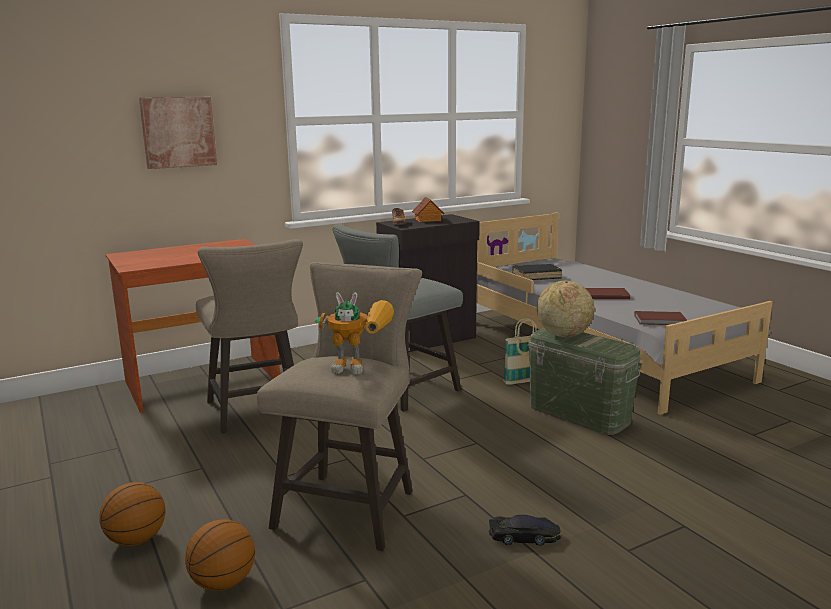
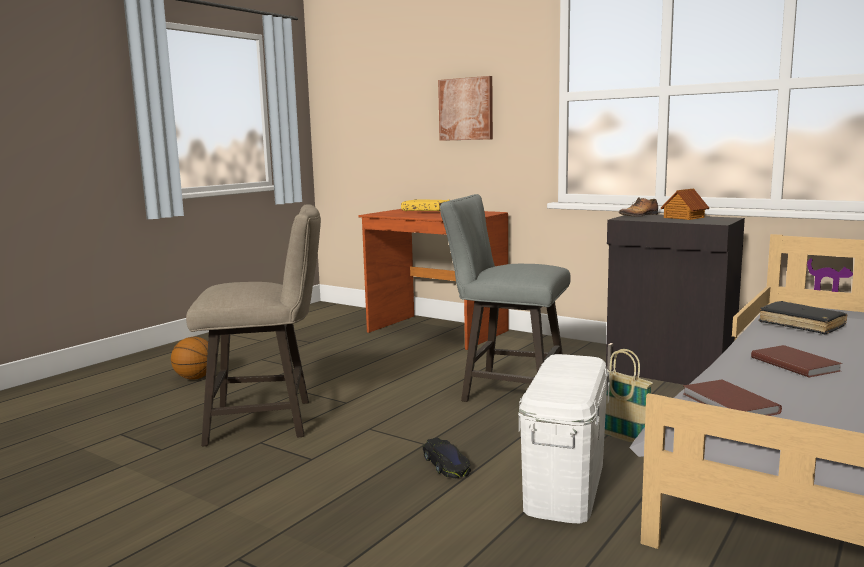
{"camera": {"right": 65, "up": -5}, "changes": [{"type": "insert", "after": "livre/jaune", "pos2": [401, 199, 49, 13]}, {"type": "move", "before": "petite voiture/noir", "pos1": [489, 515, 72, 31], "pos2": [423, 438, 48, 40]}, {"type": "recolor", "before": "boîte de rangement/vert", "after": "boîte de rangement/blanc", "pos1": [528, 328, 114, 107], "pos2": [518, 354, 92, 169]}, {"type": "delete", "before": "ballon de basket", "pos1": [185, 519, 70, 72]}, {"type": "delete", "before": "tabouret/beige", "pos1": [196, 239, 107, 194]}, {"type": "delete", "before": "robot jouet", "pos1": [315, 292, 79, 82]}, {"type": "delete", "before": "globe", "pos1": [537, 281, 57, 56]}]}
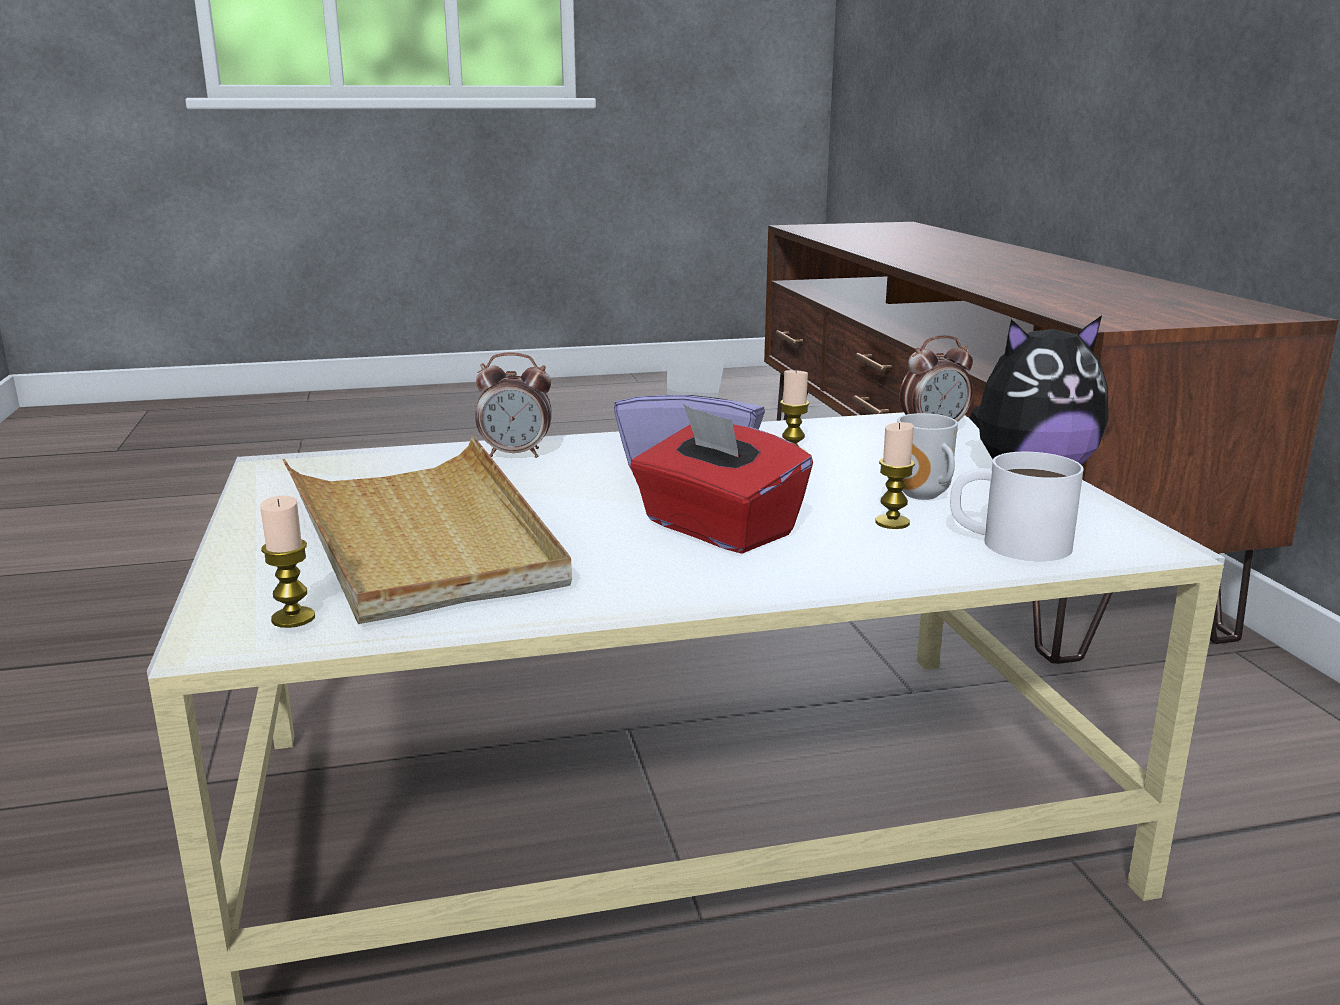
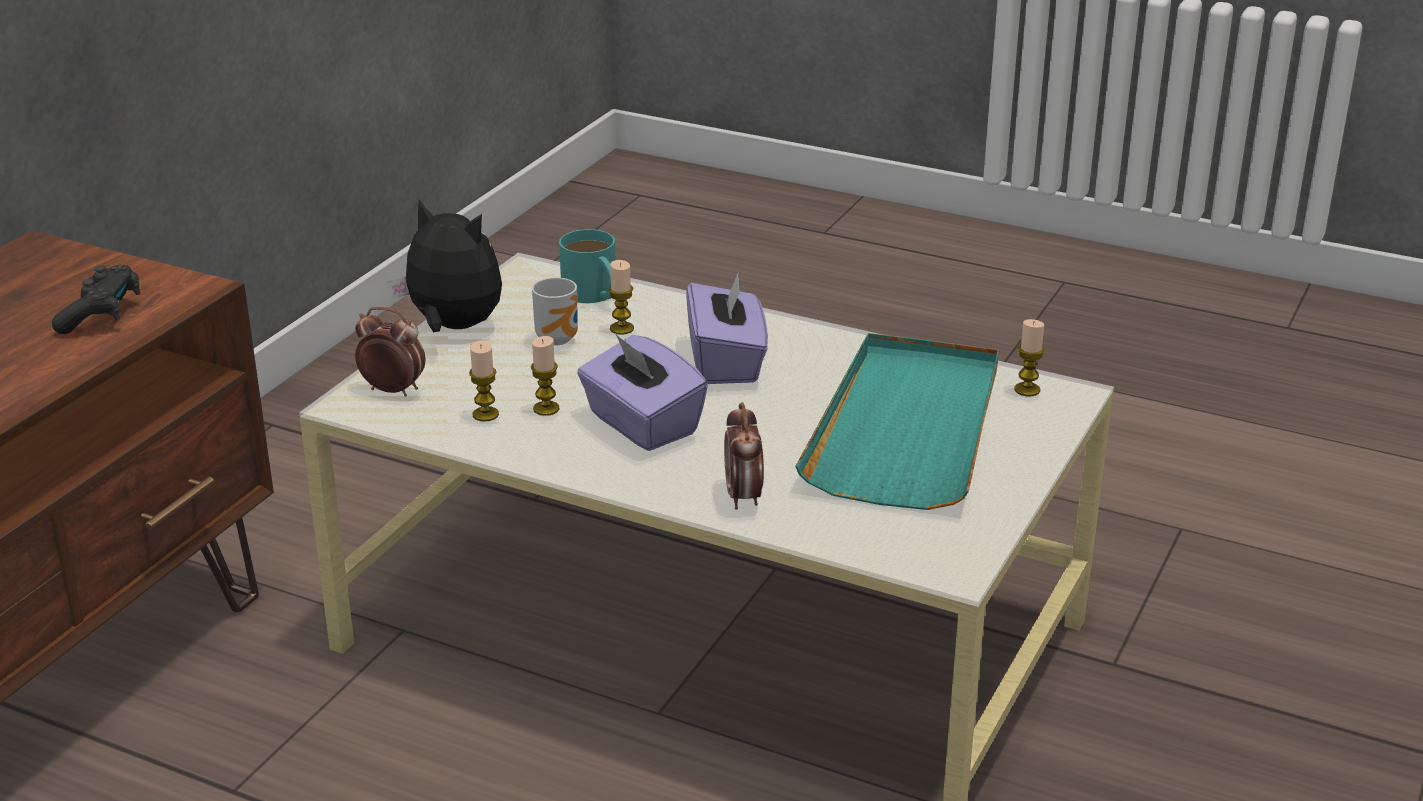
{"camera": {"right": -140, "up": 10}, "changes": [{"type": "insert", "after": "manette/noir", "pos2": [52, 264, 88, 70]}, {"type": "insert", "after": "bougie", "pos2": [469, 341, 30, 81]}, {"type": "recolor", "before": "mug/blanc", "after": "mug/turquoise", "pos1": [950, 452, 133, 109], "pos2": [559, 229, 56, 74]}, {"type": "recolor", "before": "boîte à mouchoirs/rouge", "after": "boîte à mouchoirs/violet", "pos1": [630, 404, 183, 150], "pos2": [686, 271, 82, 113]}, {"type": "rotate", "before": "réveil", "pos1": [475, 353, 76, 105], "pos2": [724, 402, 40, 108], "turn": -135}, {"type": "recolor", "before": "plateau/beige", "after": "plateau/turquoise", "pos1": [282, 436, 290, 188], "pos2": [795, 333, 204, 177]}]}
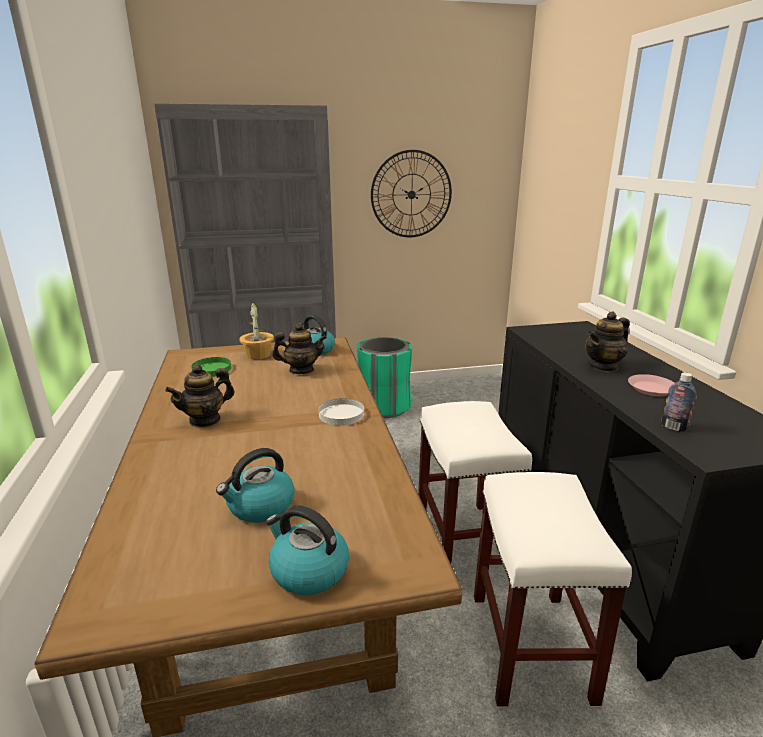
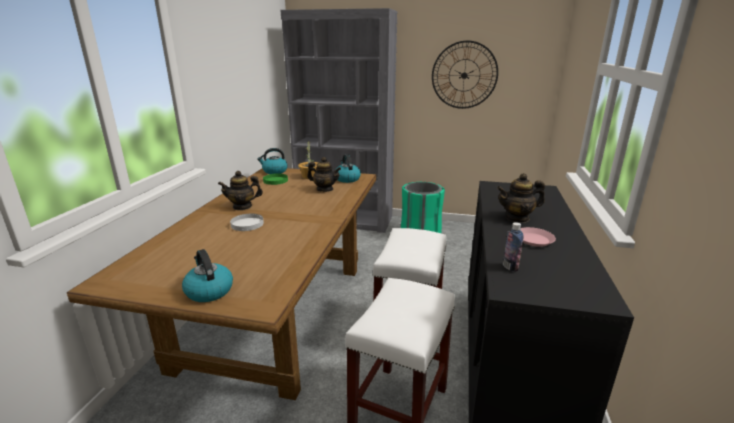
{"camera": {"right": 25, "up": 0}, "changes": [{"type": "move", "before": "assiette/blanc", "pos1": [319, 398, 45, 28], "pos2": [230, 214, 34, 17]}, {"type": "move", "before": "bouilloire", "pos1": [216, 448, 78, 75], "pos2": [257, 148, 31, 26]}]}
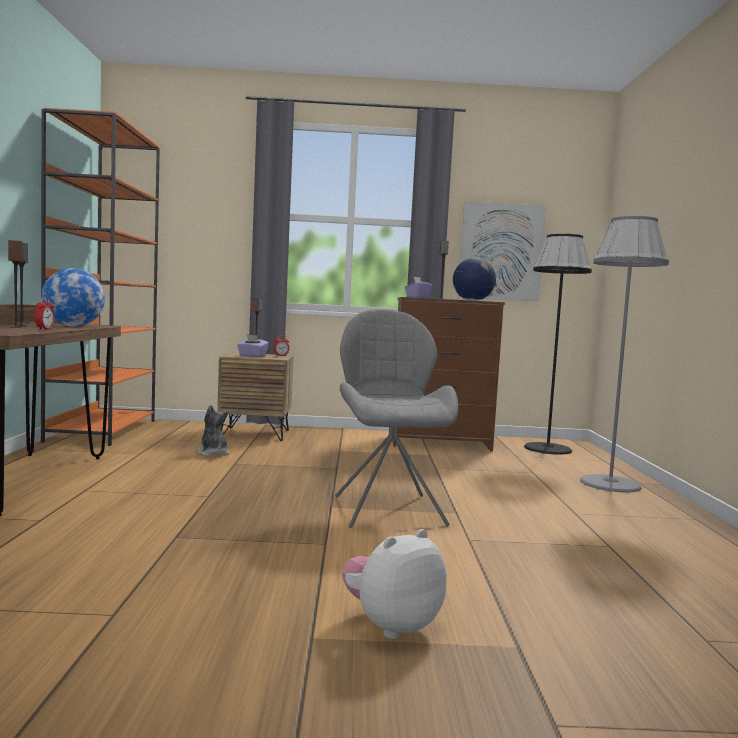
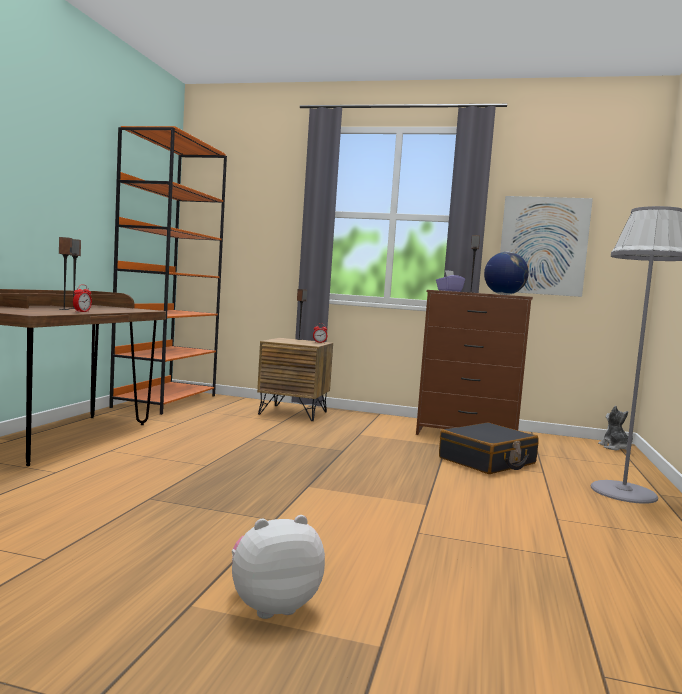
{"camera": {"right": 15, "up": 0}, "changes": [{"type": "insert", "after": "valise/noir", "pos2": [439, 423, 99, 51]}, {"type": "move", "before": "peluche", "pos1": [198, 404, 31, 53], "pos2": [598, 406, 35, 44]}, {"type": "delete", "before": "globe", "pos1": [42, 268, 63, 59]}, {"type": "delete", "before": "boîte à mouchoirs/violet", "pos1": [237, 334, 32, 23]}, {"type": "delete", "before": "chaise/gris", "pos1": [335, 309, 123, 219]}, {"type": "delete", "before": "lampadaire/noir", "pos1": [524, 234, 68, 220]}]}
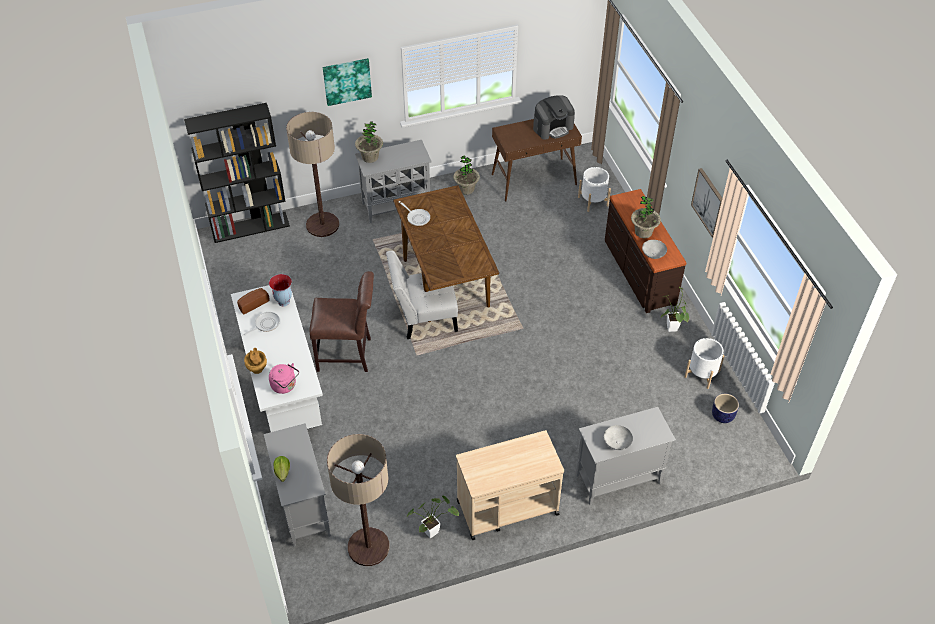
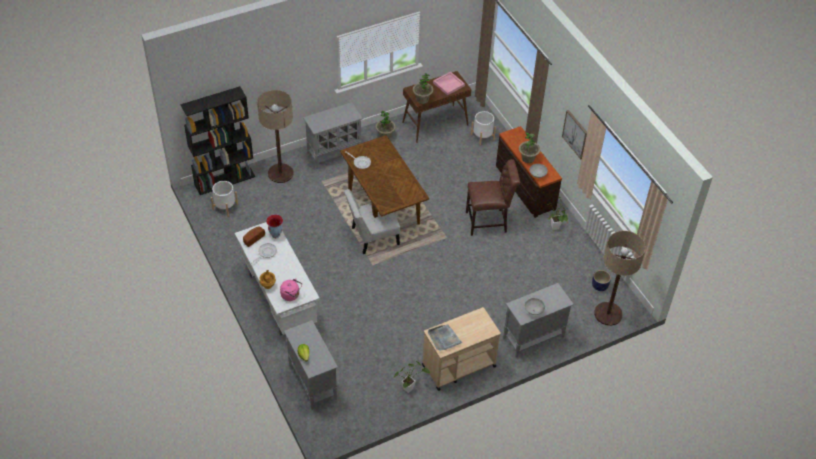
{"camera": {"right": -10, "up": 0}, "changes": [{"type": "move", "before": "cache-pot/blanc", "pos1": [685, 338, 39, 51], "pos2": [211, 181, 27, 36]}, {"type": "move", "before": "plante en pot", "pos1": [355, 121, 28, 42], "pos2": [413, 73, 20, 31]}, {"type": "insert", "after": "plateau/gris", "pos2": [428, 324, 34, 27]}, {"type": "replace", "before": "machine à café", "after": "plateau/rose", "pos1": [533, 95, 42, 45], "pos2": [433, 72, 32, 23]}, {"type": "move", "before": "chaise/marron", "pos1": [310, 271, 64, 101], "pos2": [466, 159, 54, 77]}, {"type": "move", "before": "lampadaire", "pos1": [327, 434, 62, 132], "pos2": [594, 231, 52, 95]}, {"type": "delete", "before": "tableau", "pos1": [323, 58, 49, 48]}]}
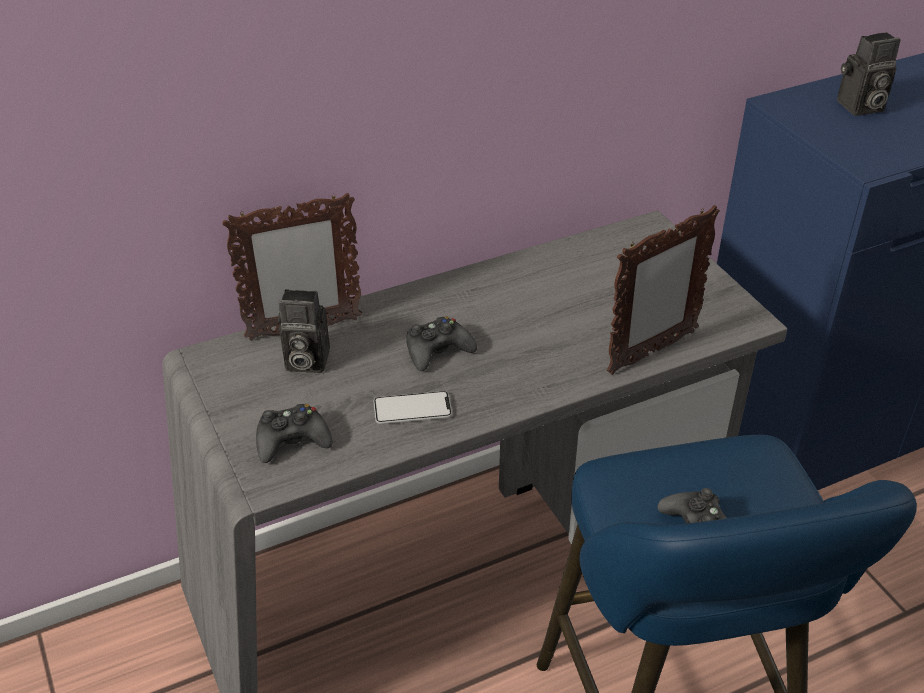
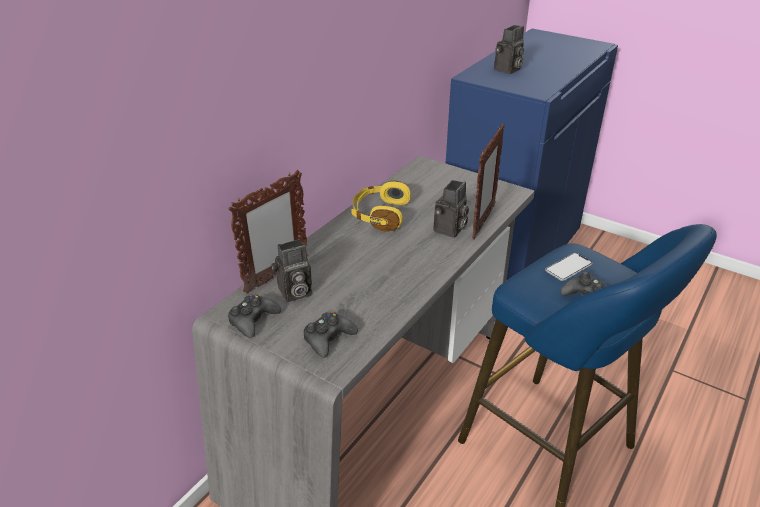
{"camera": {"right": -30, "up": -5}, "changes": [{"type": "move", "before": "manette/noir", "pos1": [406, 316, 71, 55], "pos2": [228, 294, 53, 44]}, {"type": "insert", "after": "casque audio/jaune", "pos2": [351, 181, 60, 50]}, {"type": "insert", "after": "appareil photo", "pos2": [433, 180, 36, 58]}, {"type": "move", "before": "téléphone", "pos1": [373, 391, 79, 33], "pos2": [545, 253, 48, 28]}]}
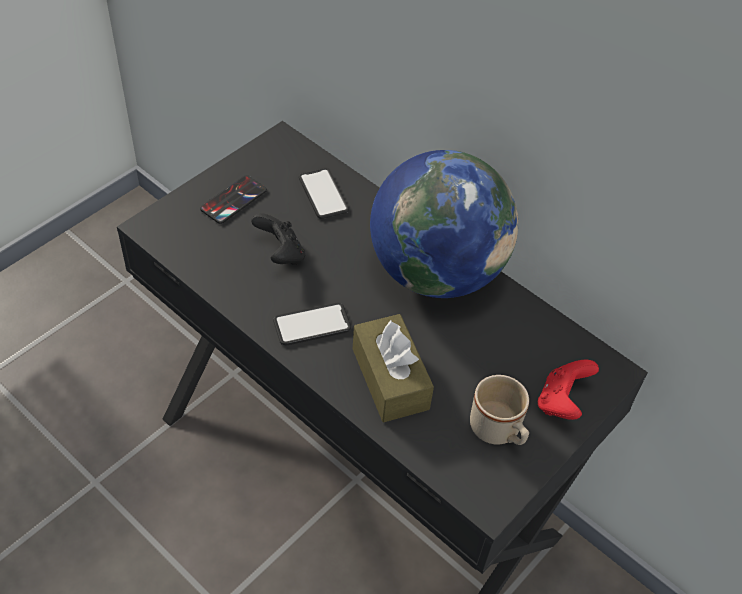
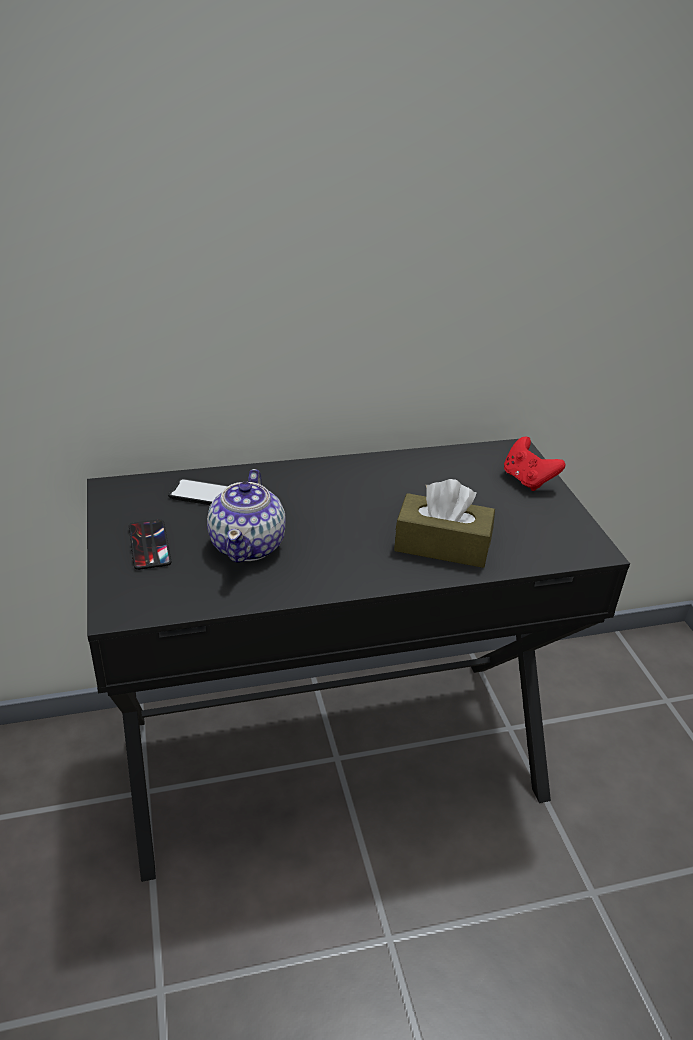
{"camera": {"right": -55, "up": -15}, "changes": [{"type": "replace", "before": "manette/noir", "after": "théière", "pos1": [251, 213, 54, 52], "pos2": [207, 469, 79, 94]}, {"type": "delete", "before": "téléphone", "pos1": [273, 302, 78, 43]}, {"type": "delete", "before": "globe", "pos1": [370, 150, 148, 148]}, {"type": "delete", "before": "mug/beige", "pos1": [470, 375, 59, 70]}]}
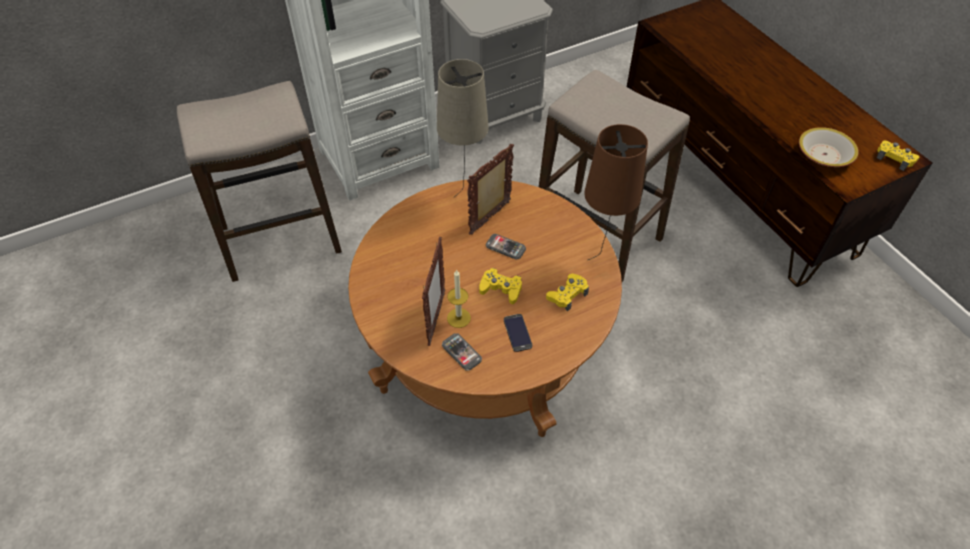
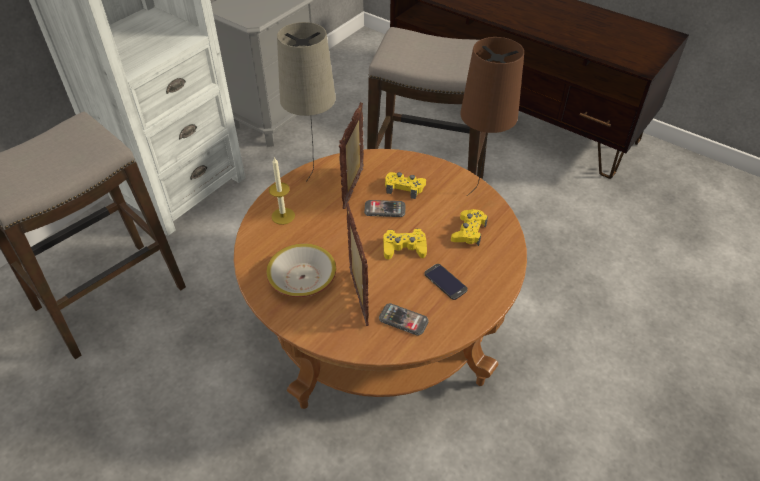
{"camera": {"right": -25, "up": -5}, "changes": [{"type": "move", "before": "bol", "pos1": [799, 127, 59, 40], "pos2": [266, 244, 70, 53]}, {"type": "move", "before": "bougie", "pos1": [447, 269, 24, 59], "pos2": [269, 157, 26, 68]}, {"type": "move", "before": "manette/jaune", "pos1": [877, 140, 42, 31], "pos2": [385, 172, 41, 27]}]}
